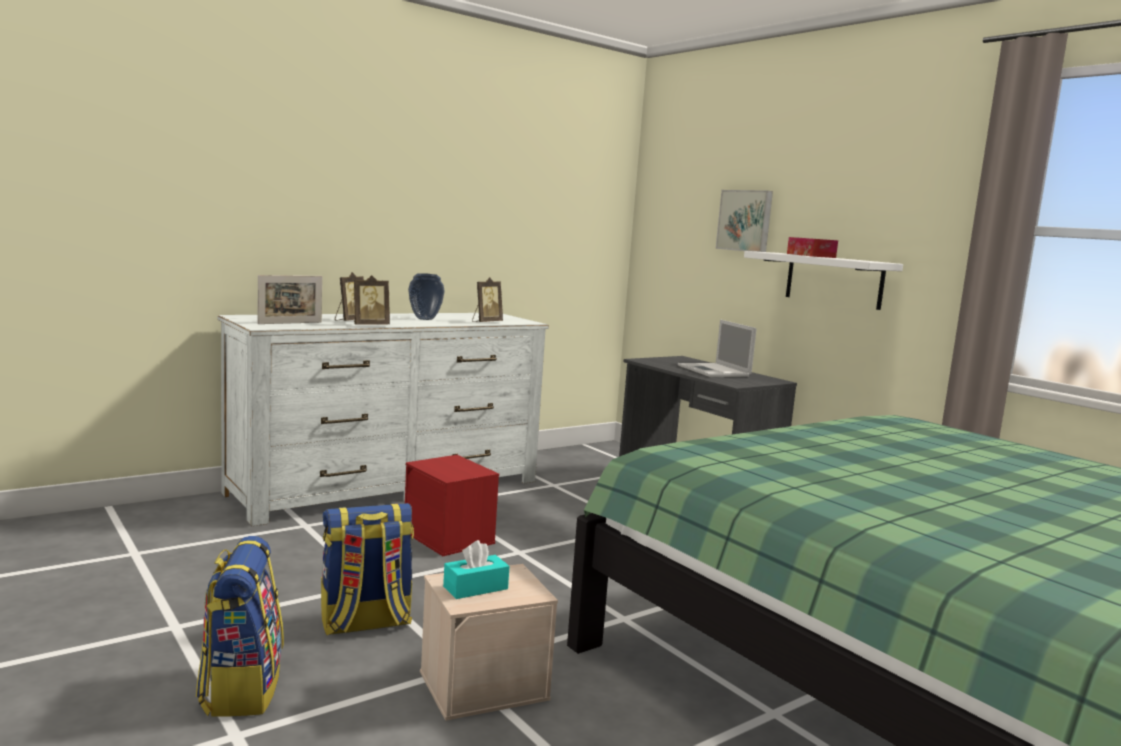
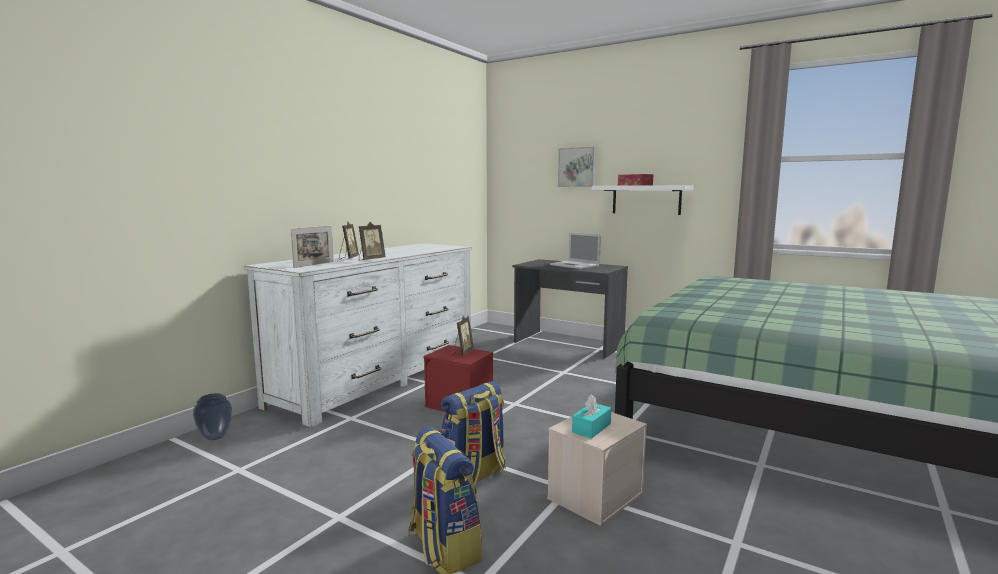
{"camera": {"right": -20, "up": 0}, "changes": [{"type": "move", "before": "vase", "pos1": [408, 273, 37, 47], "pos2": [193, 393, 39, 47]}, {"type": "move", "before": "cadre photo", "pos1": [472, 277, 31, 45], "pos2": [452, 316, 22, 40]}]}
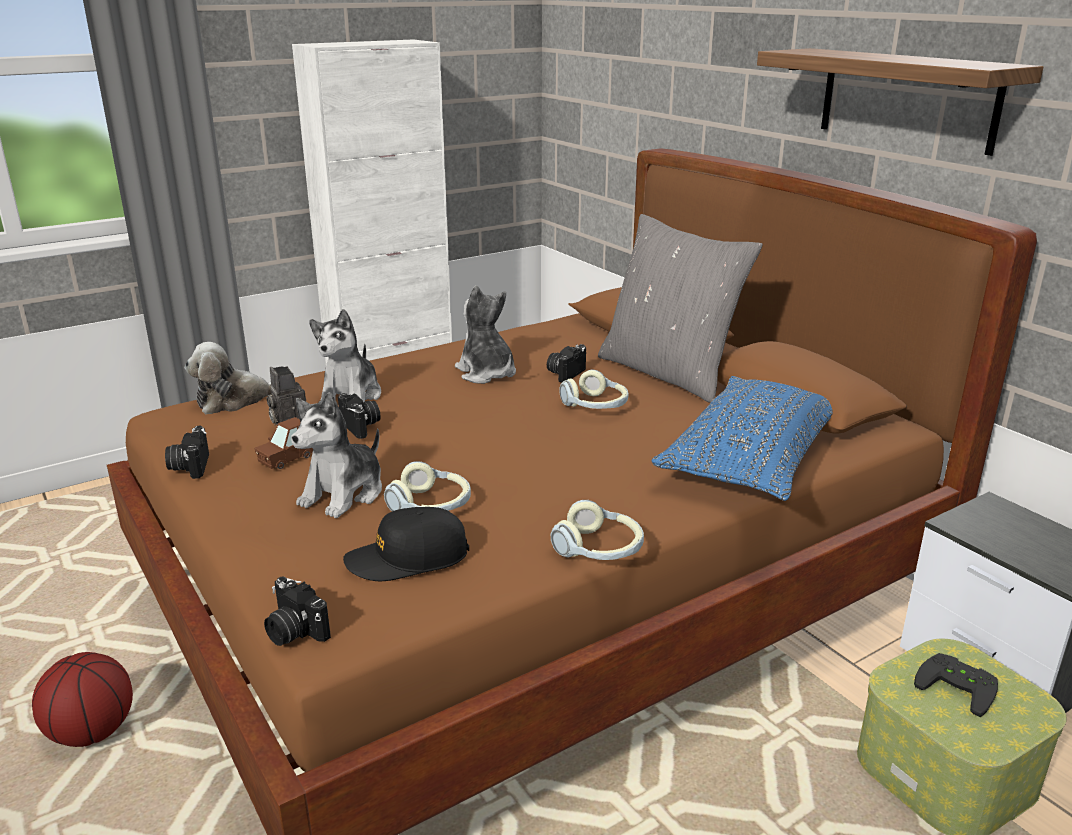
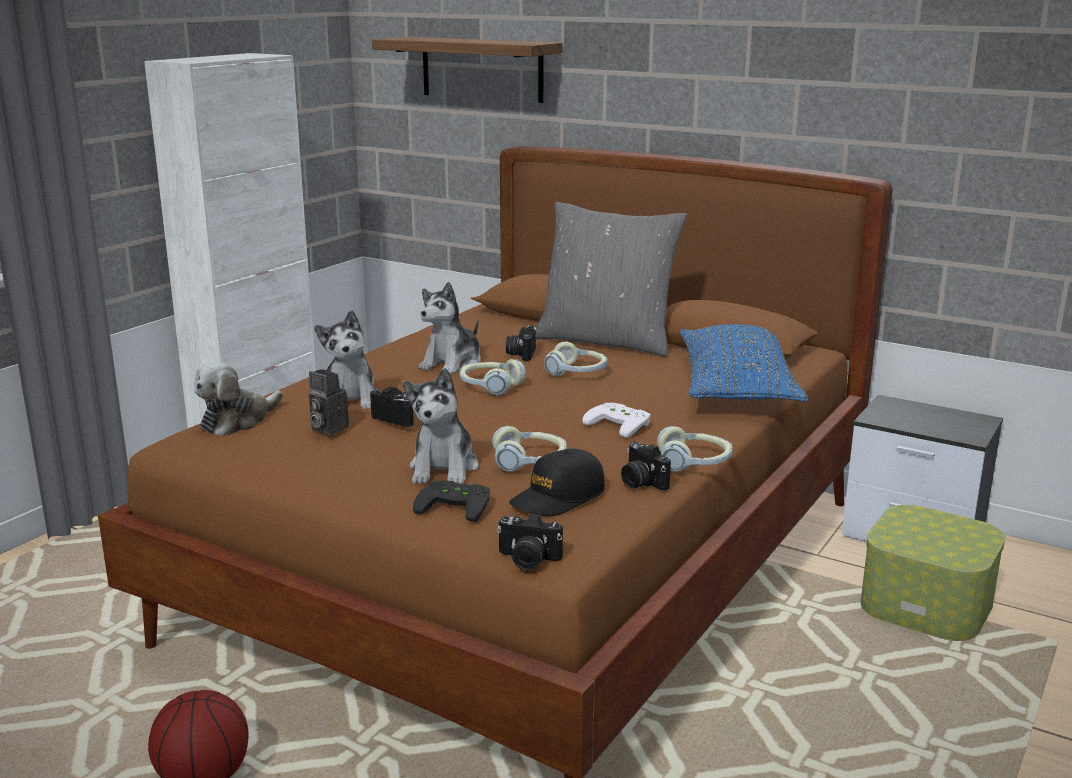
{"camera": {"right": -25, "up": -5}, "changes": [{"type": "move", "before": "étagère", "pos1": [757, 48, 287, 108], "pos2": [372, 37, 191, 66]}, {"type": "move", "before": "manette/noir", "pos1": [914, 653, 84, 64], "pos2": [413, 481, 77, 41]}, {"type": "rotate", "before": "peluche", "pos1": [455, 285, 61, 99], "pos2": [419, 282, 62, 93], "turn": -90}, {"type": "insert", "after": "casque audio", "pos2": [460, 359, 66, 36]}, {"type": "insert", "after": "manette/blanc", "pos2": [582, 403, 69, 35]}, {"type": "move", "before": "appareil photo", "pos1": [165, 426, 44, 53], "pos2": [621, 441, 50, 49]}, {"type": "delete", "before": "petite voiture/marron", "pos1": [255, 417, 58, 52]}]}
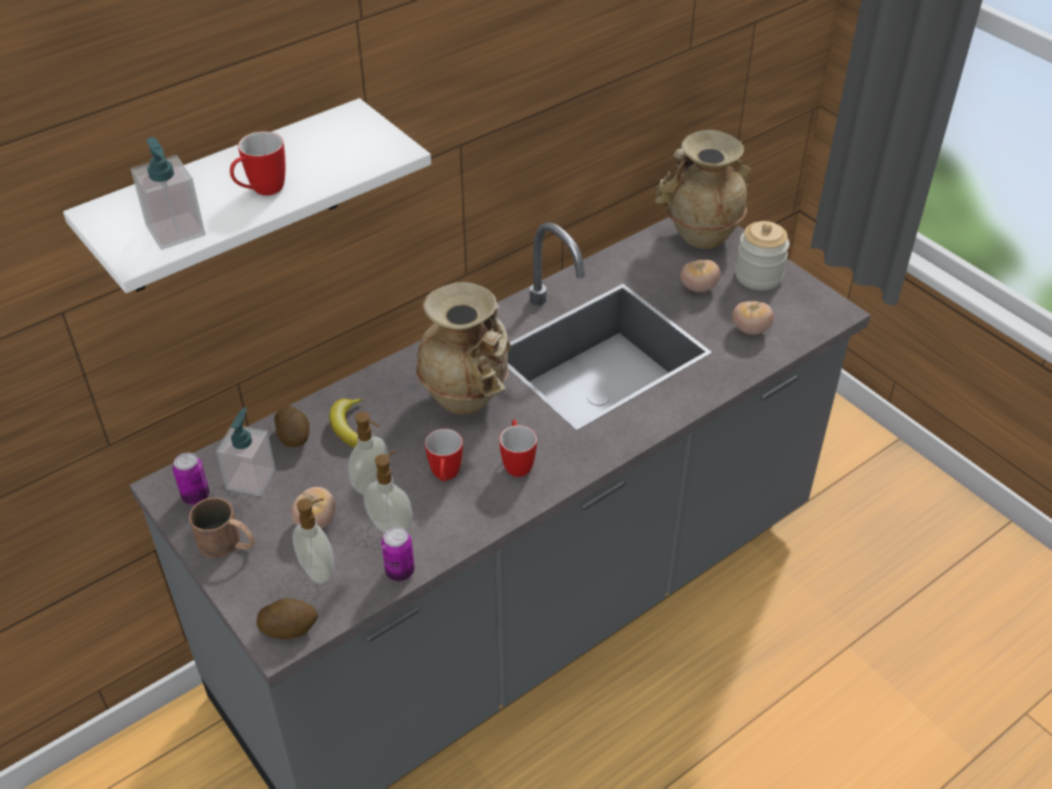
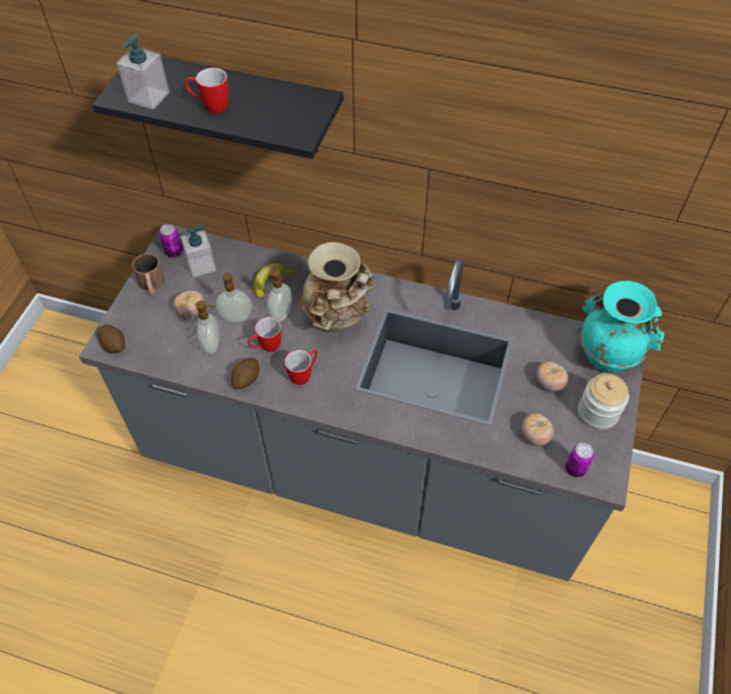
{"camera": {"right": 55, "up": 10}, "changes": [{"type": "recolor", "before": "étagère/blanc", "after": "étagère/noir", "pos1": [63, 98, 368, 195], "pos2": [92, 57, 251, 102]}, {"type": "move", "before": "pomme de terre", "pos1": [274, 405, 36, 42], "pos2": [231, 358, 28, 31]}, {"type": "move", "before": "distributeur de savon", "pos1": [293, 498, 41, 86], "pos2": [267, 269, 25, 53]}, {"type": "move", "before": "boîte métallique", "pos1": [381, 527, 34, 54], "pos2": [566, 443, 28, 34]}, {"type": "recolor", "before": "vase/beige", "after": "vase/turquoise", "pos1": [655, 130, 96, 119], "pos2": [579, 281, 85, 92]}]}
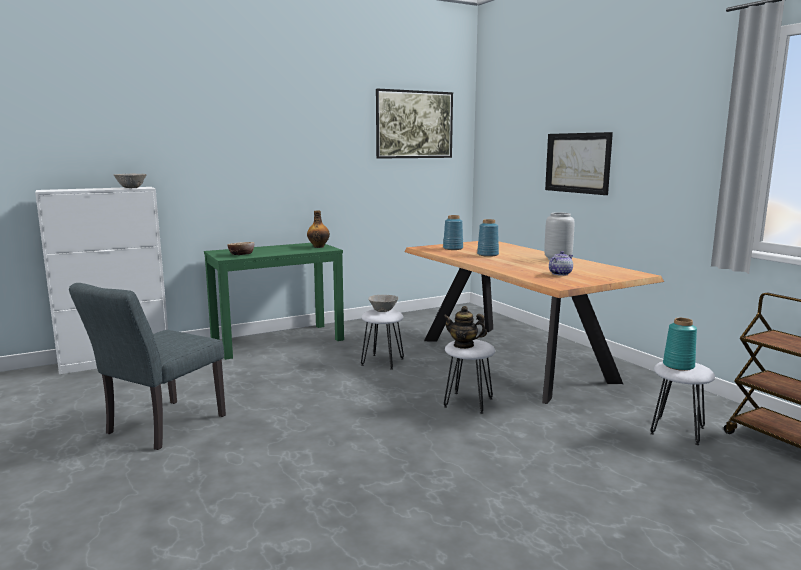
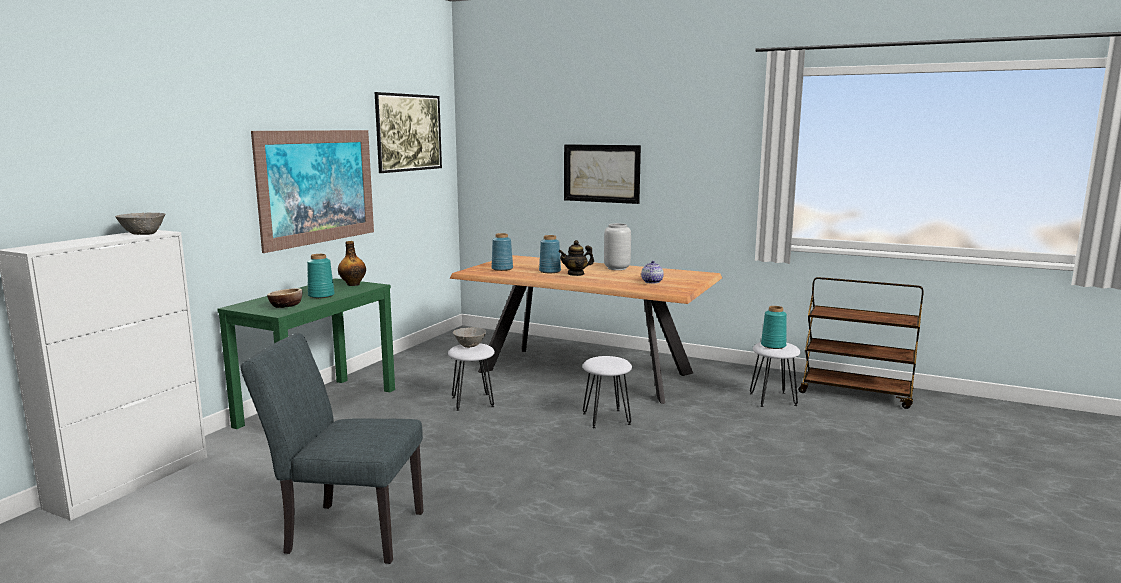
{"camera": {"right": -35, "up": 0}, "changes": [{"type": "rotate", "before": "chaise/gris", "pos1": [69, 283, 157, 167], "pos2": [241, 333, 183, 231], "turn": 105}, {"type": "insert", "after": "tableau", "pos2": [251, 130, 123, 123]}, {"type": "insert", "after": "vase/turquoise", "pos2": [307, 254, 28, 44]}, {"type": "move", "before": "théière", "pos1": [443, 306, 44, 43], "pos2": [558, 240, 36, 36]}]}
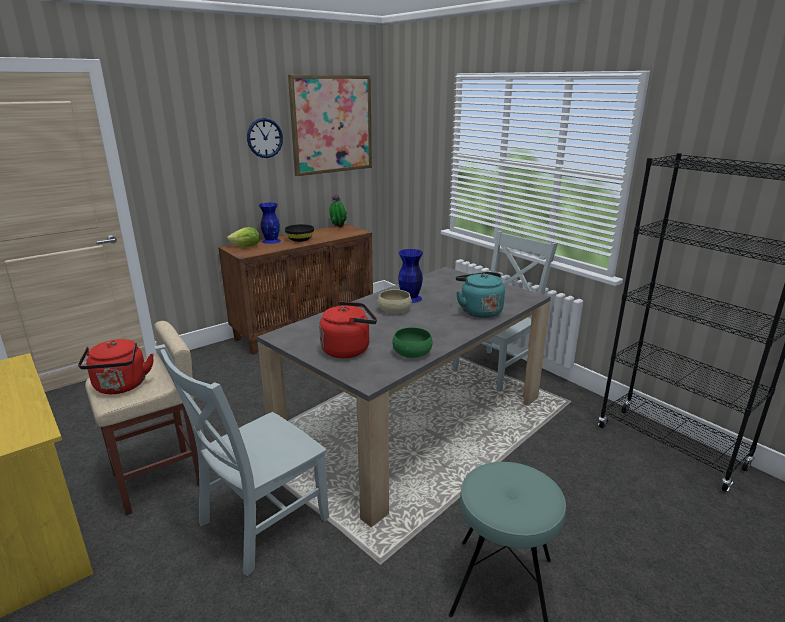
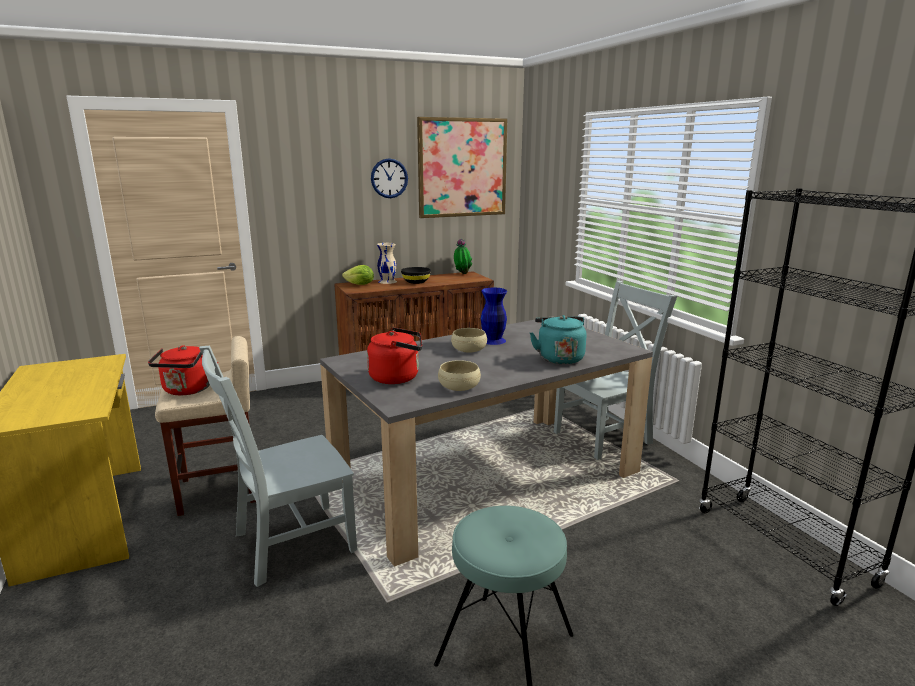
{"camera": {"right": 15, "up": -5}, "changes": [{"type": "recolor", "before": "vase/bleu", "after": "vase/beige", "pos1": [259, 203, 22, 41], "pos2": [377, 243, 20, 41]}, {"type": "recolor", "before": "bol/vert", "after": "bol/beige", "pos1": [392, 327, 41, 31], "pos2": [438, 360, 43, 31]}]}
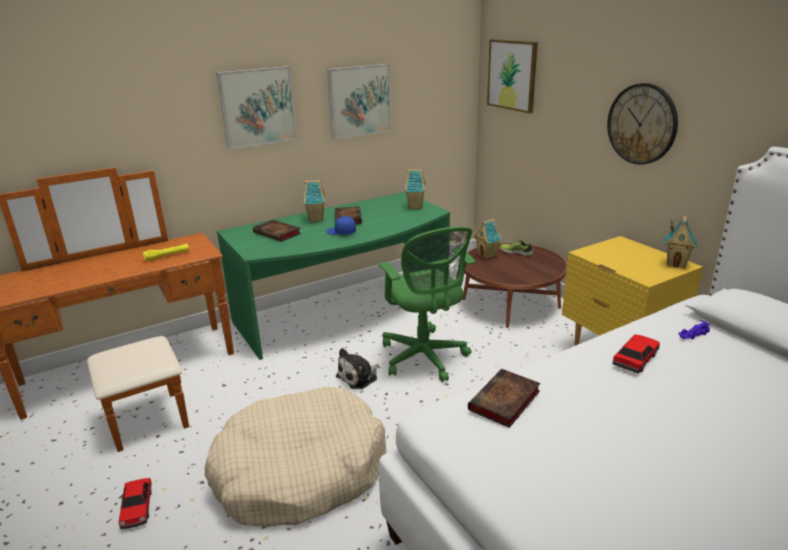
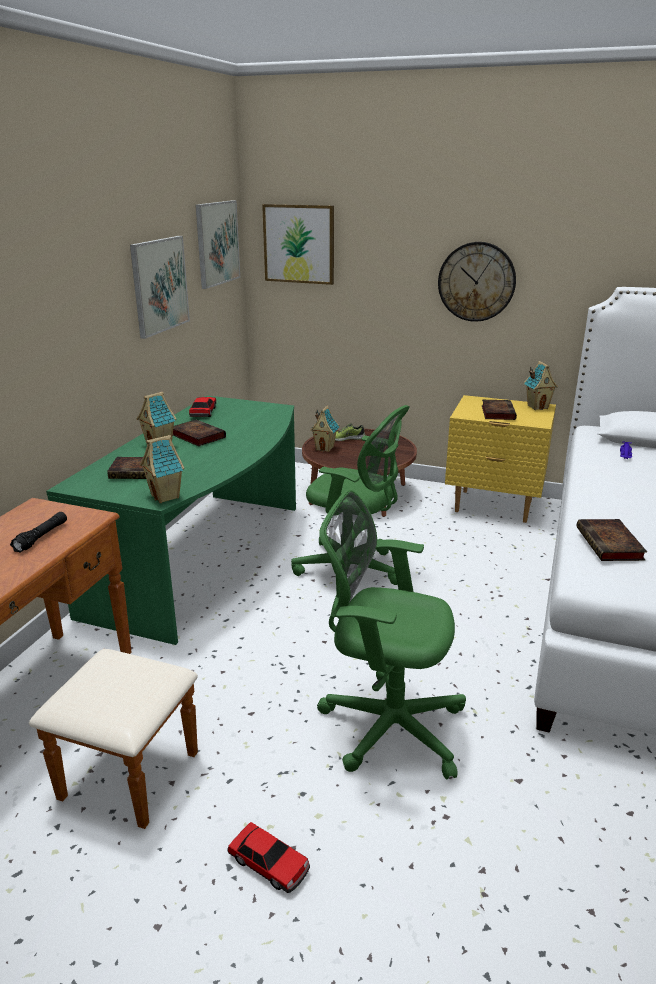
{"camera": {"right": -40, "up": 0}, "changes": [{"type": "recolor", "before": "lampe de poche/jaune", "after": "lampe de poche/noir", "pos1": [142, 244, 47, 17], "pos2": [10, 512, 57, 41]}, {"type": "move", "before": "maison miniature", "pos1": [405, 169, 20, 40], "pos2": [140, 435, 45, 68]}, {"type": "move", "before": "petite voiture", "pos1": [613, 334, 47, 39], "pos2": [189, 397, 27, 20]}, {"type": "move", "before": "tableau", "pos1": [216, 66, 81, 83], "pos2": [196, 200, 44, 89]}, {"type": "replace", "before": "panier pour chien/beige", "after": "chaise de bureau/vert", "pos1": [205, 387, 182, 140], "pos2": [317, 490, 149, 290]}, {"type": "insert", "after": "livre", "pos2": [482, 400, 35, 20]}, {"type": "delete", "before": "casquette/bleu", "pos1": [326, 216, 30, 19]}, {"type": "delete", "before": "peluche", "pos1": [336, 348, 43, 41]}]}
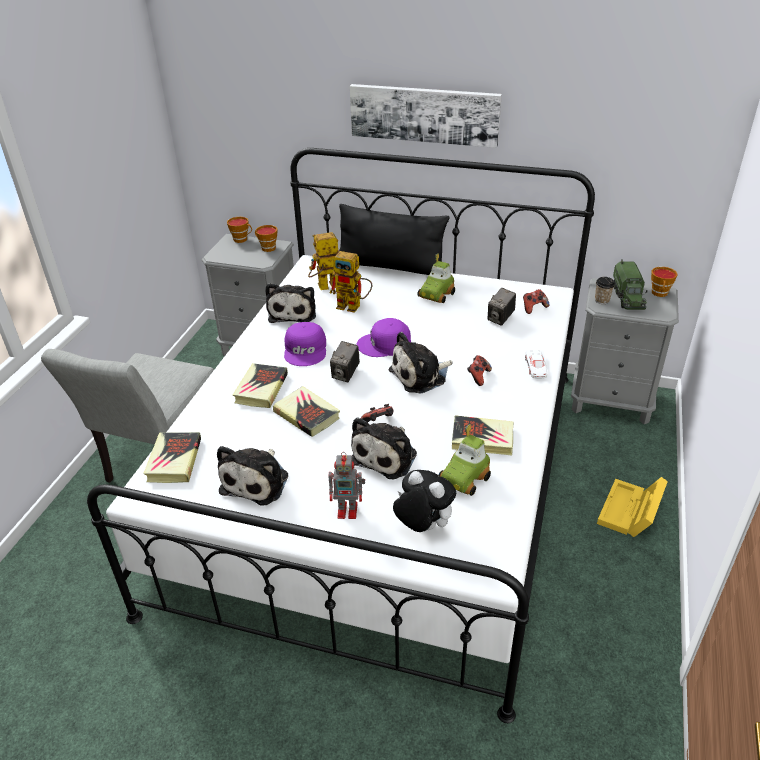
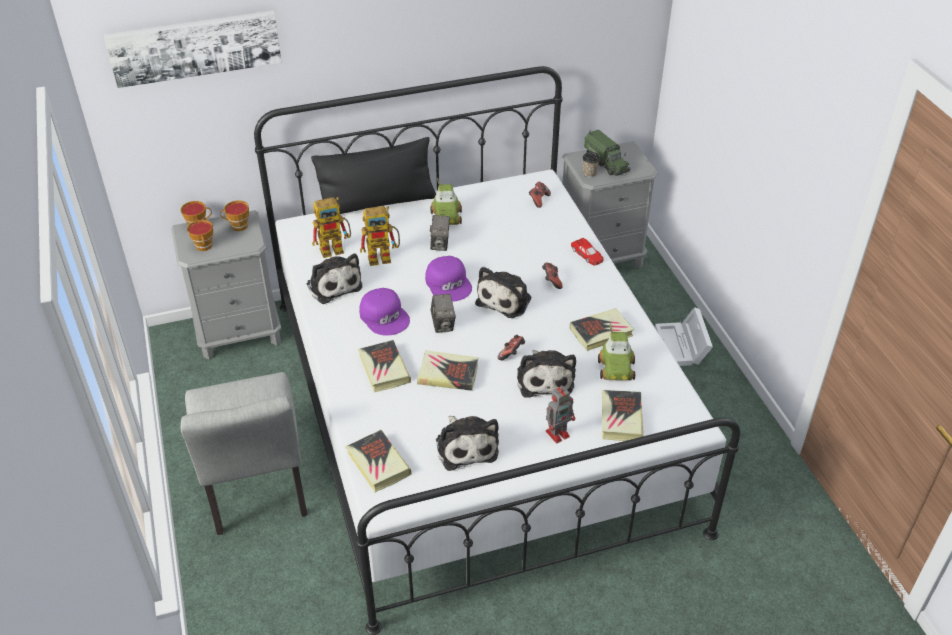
{"camera": {"right": -35, "up": 5}, "changes": [{"type": "move", "before": "tableau", "pos1": [350, 84, 152, 64], "pos2": [104, 10, 178, 78]}, {"type": "move", "before": "tasse", "pos1": [651, 267, 26, 30], "pos2": [187, 220, 26, 31]}, {"type": "rotate", "before": "robot jouet", "pos1": [308, 232, 32, 58], "pos2": [312, 197, 39, 61], "turn": -150}, {"type": "rotate", "before": "casquette/violet", "pos1": [357, 318, 54, 39], "pos2": [425, 256, 47, 46], "turn": -75}, {"type": "move", "before": "appareil photo", "pos1": [488, 288, 28, 38], "pos2": [430, 215, 20, 36]}, {"type": "recolor", "before": "petite voiture/blanc", "after": "petite voiture/rouge", "pos1": [525, 350, 22, 29], "pos2": [571, 238, 33, 27]}, {"type": "replace", "before": "peluche", "after": "livre", "pos1": [393, 470, 63, 62], "pos2": [602, 390, 42, 51]}, {"type": "recolor", "before": "boîte de rangement/jaune", "after": "boîte de rangement/blanc", "pos1": [597, 477, 71, 60], "pos2": [655, 307, 58, 59]}]}
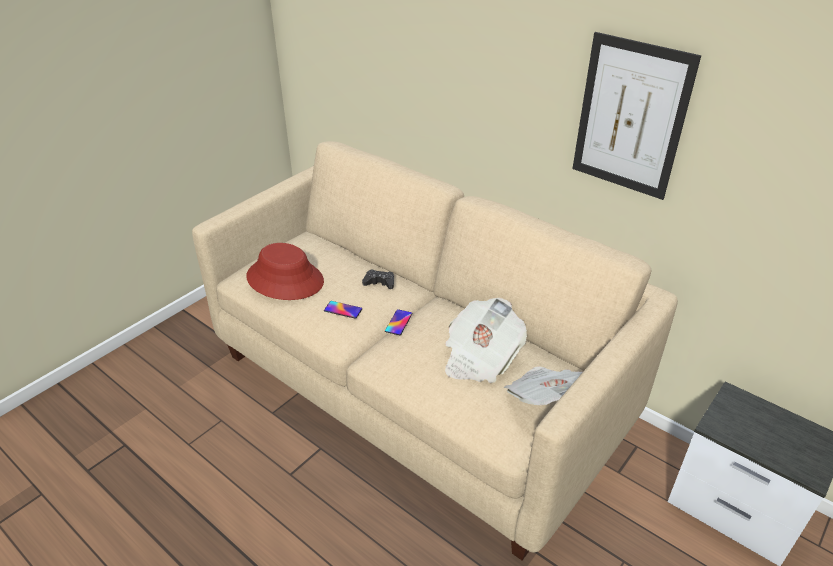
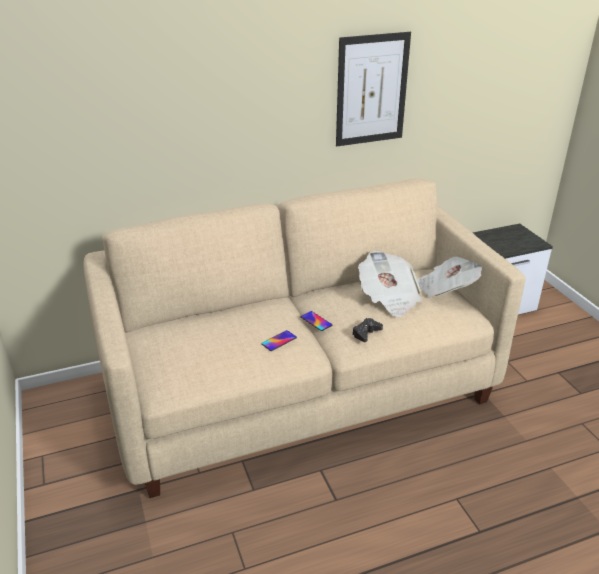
{"camera": {"right": -60, "up": -5}, "changes": [{"type": "move", "before": "manette/noir", "pos1": [362, 269, 32, 20], "pos2": [352, 318, 31, 24]}, {"type": "delete", "before": "chapeau/rouge", "pos1": [246, 243, 78, 57]}]}
